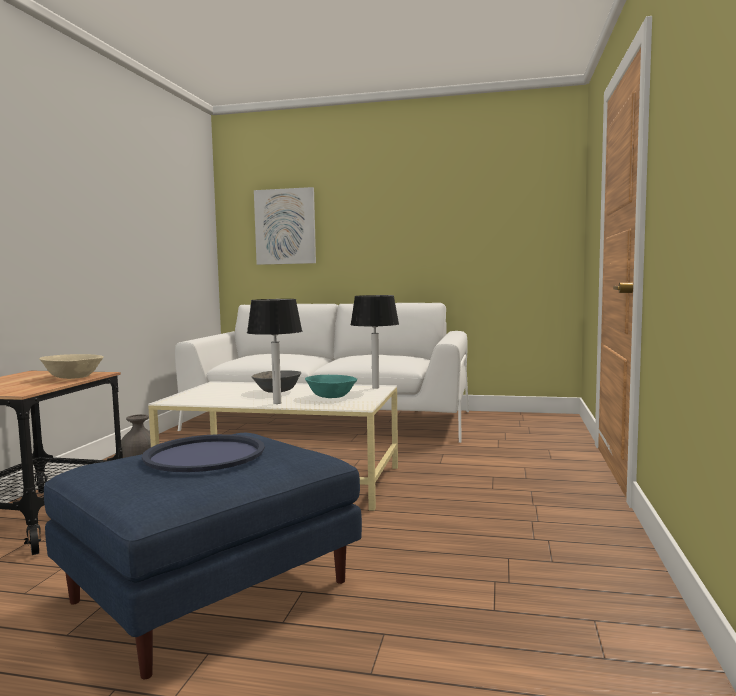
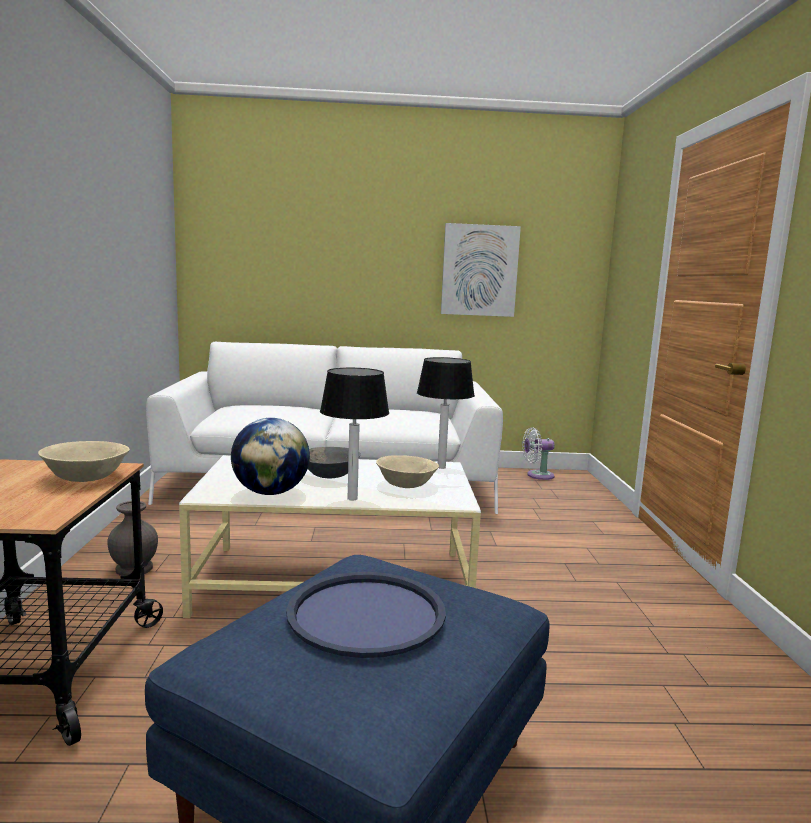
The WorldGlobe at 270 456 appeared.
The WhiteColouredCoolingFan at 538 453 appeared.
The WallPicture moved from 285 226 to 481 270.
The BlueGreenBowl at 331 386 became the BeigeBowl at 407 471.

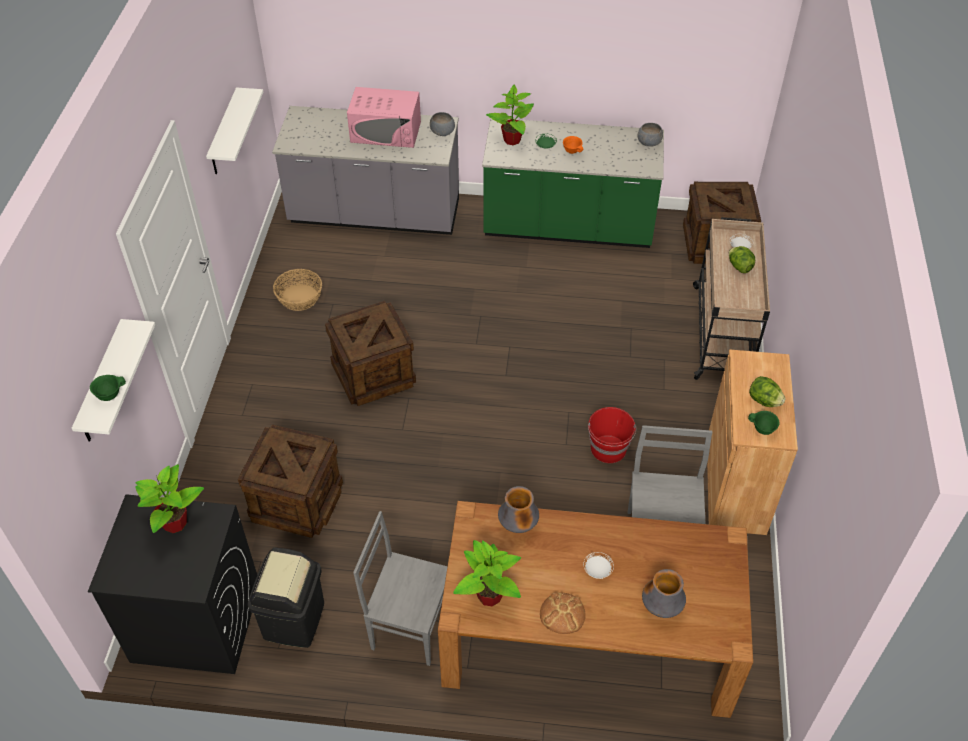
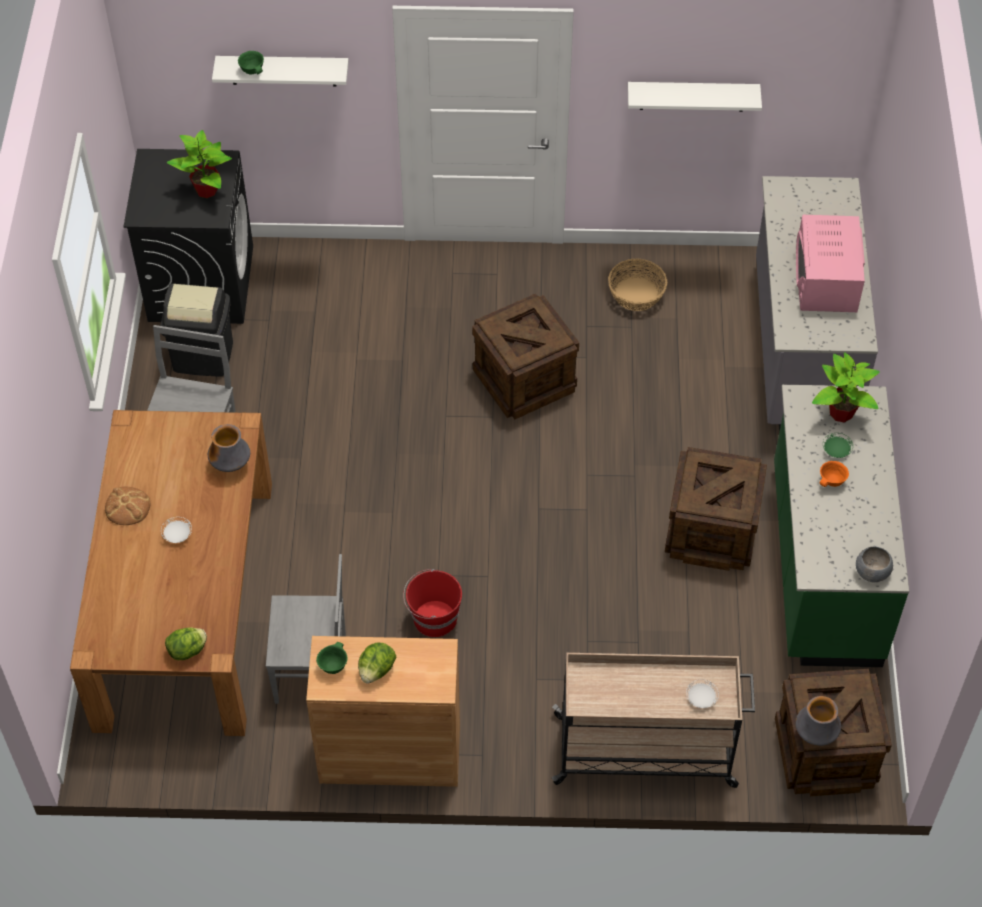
The GrayBowl at 442 124 disappeared.
The Houseplant at 487 573 disappeared.
The PackingCrate moved from 290 481 to 716 509.
The DecorativeVase moved from 664 593 to 818 721.
The HeadOfLettuce moved from 742 259 to 186 644.

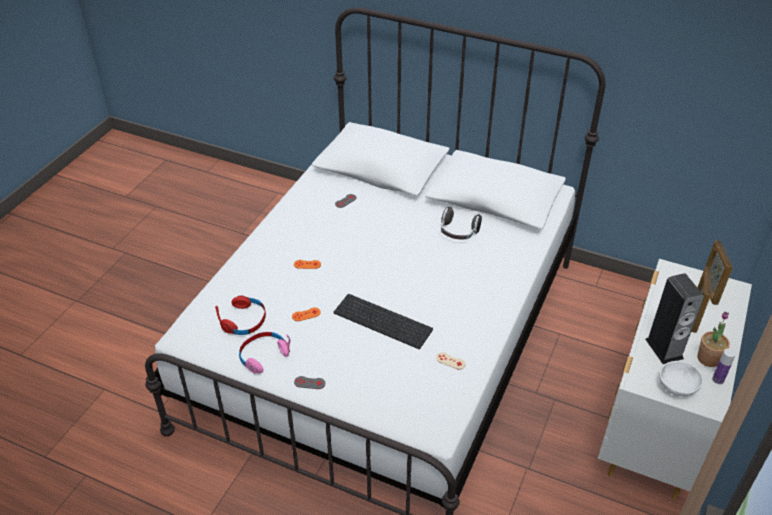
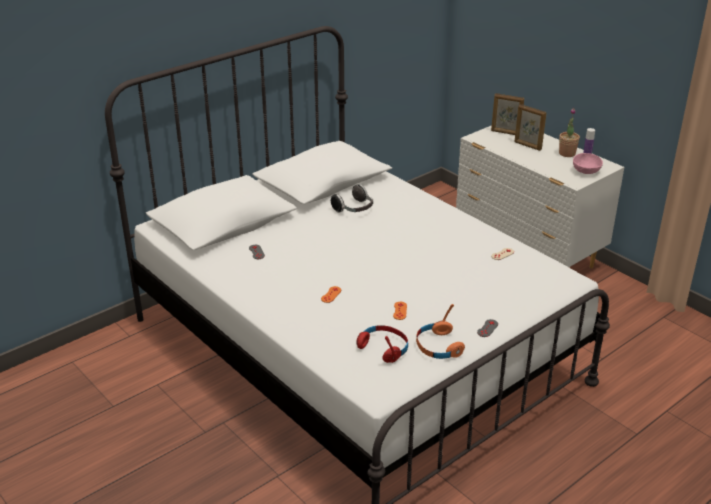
The ComputerKeyboard at 383 321 disappeared.
The AudioSpeaker at 674 318 disappeared.
The PinkColouredHeadset at 264 353 became the OrangeHeadset at 440 331.
The WhiteColouredBowl at 681 378 became the PinkColouredBowl at 588 163.

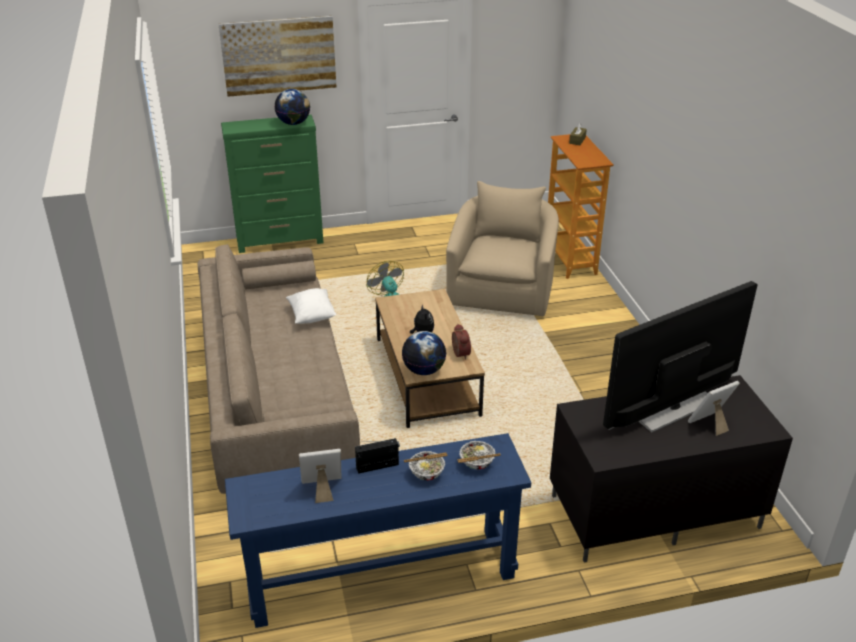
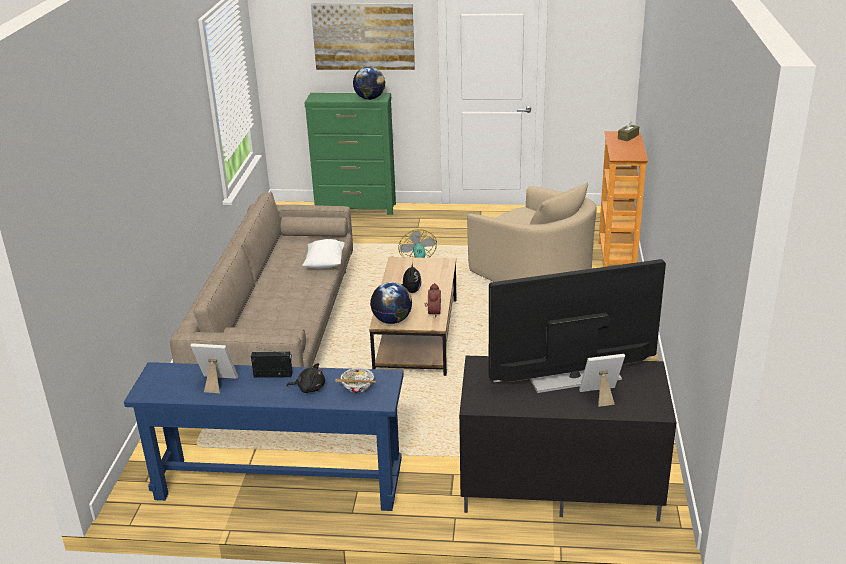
The Bowl at 425 466 was replaced by the BlackPlushToy at 305 378.
The BeigeArmchair at 502 248 turned 105 degrees clockwise.

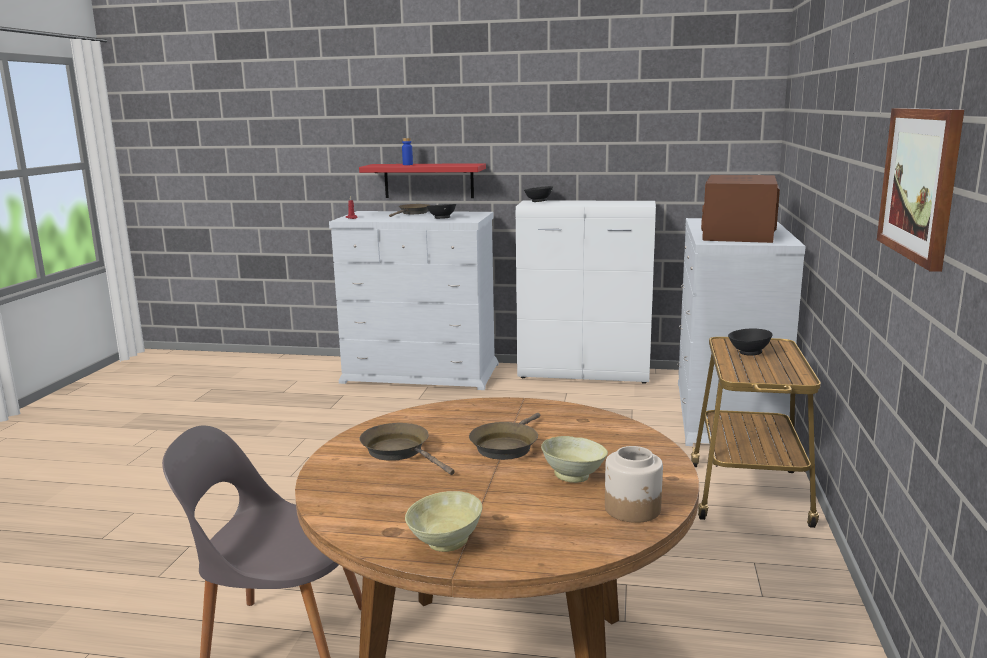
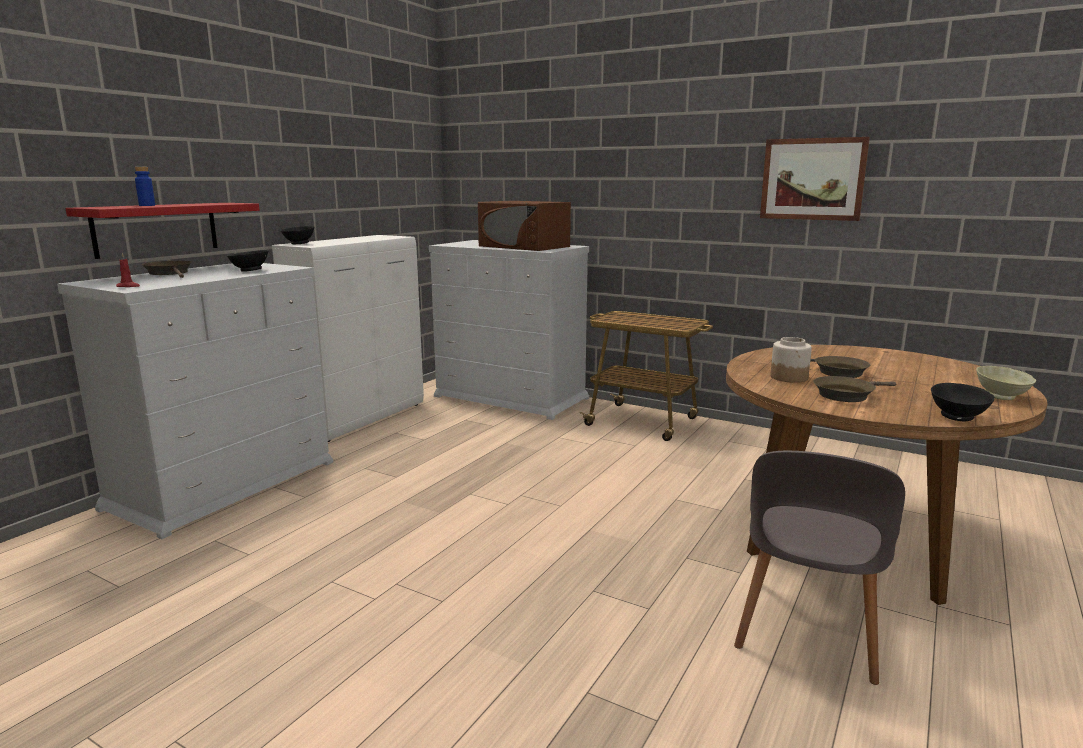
The BeigeBowl at 574 459 disappeared.
The PreserveJar moved from 634 484 to 791 360.
The BlackBowl moved from 750 342 to 963 402.

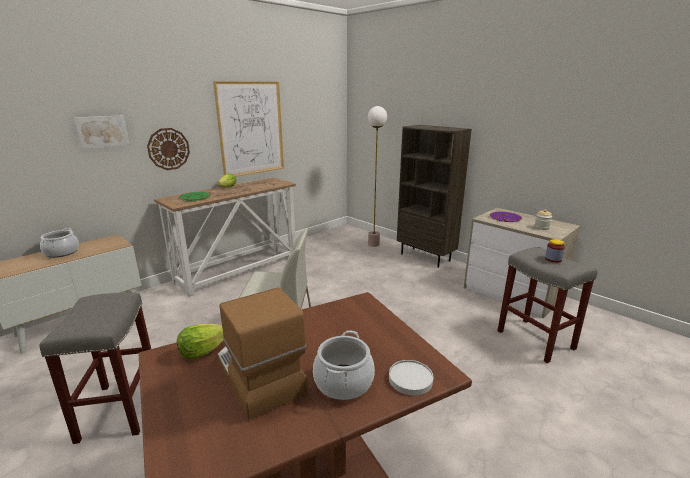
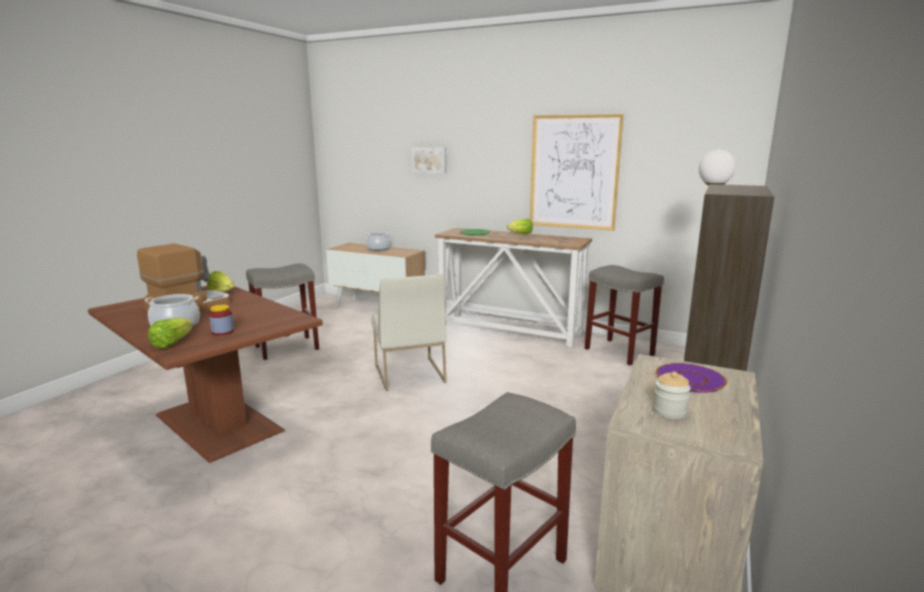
The ClockOnTheWall at 168 149 disappeared.
The GrayStool at 624 315 appeared.
The PreserveJar moved from 555 251 to 221 320.
The WhiteColouredPlate at 411 377 was replaced by the HeadOfLettuce at 170 333.

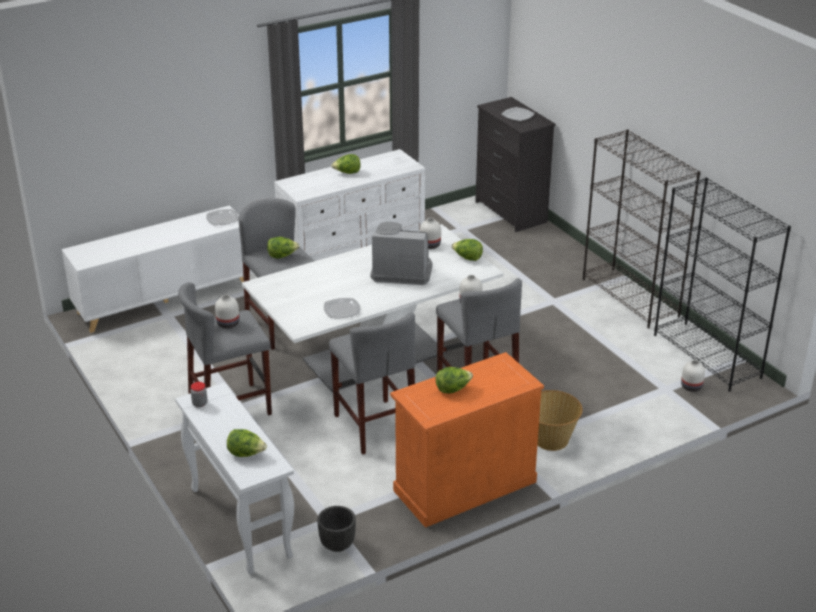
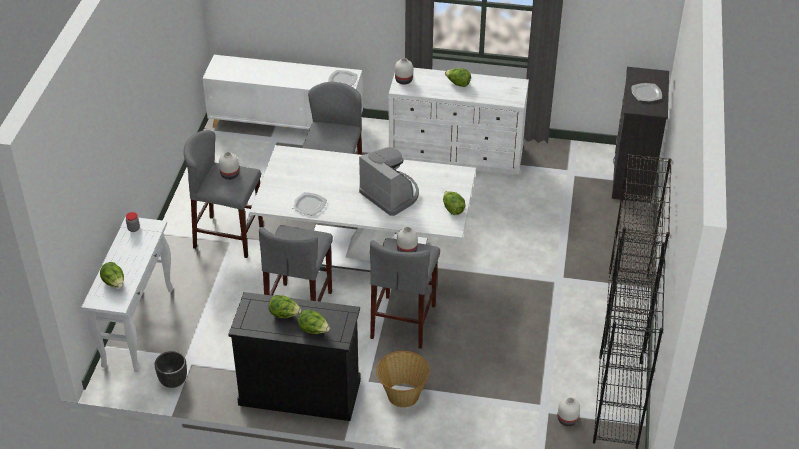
The HeadOfLettuce moved from 283 247 to 314 321.
The WhiteColouredDecorativeVase moved from 430 233 to 404 71.
The OrangeCabinet at 467 440 became the BlackCabinet at 294 356.

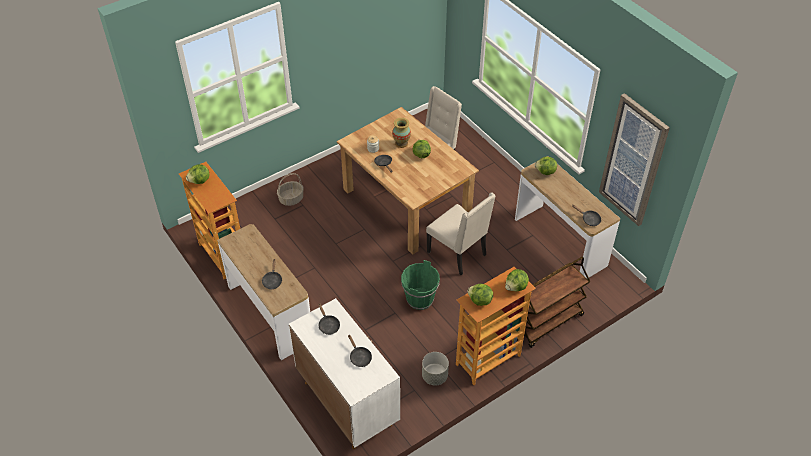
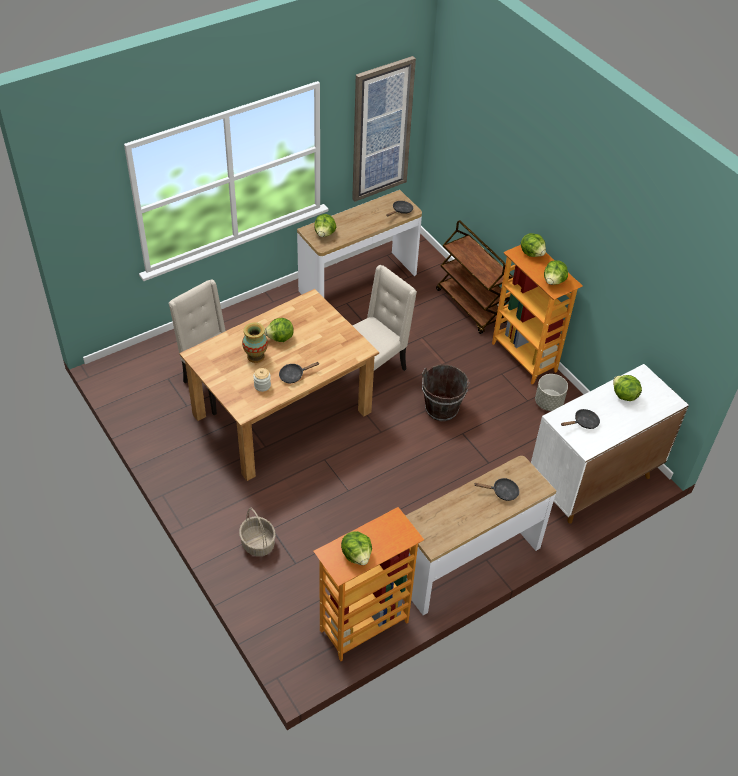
The BlackSkillet at 360 351 was replaced by the HeadOfLettuce at 627 388.
The GreenWaterBucket at 420 285 became the BrownishWaterBucket at 446 393.

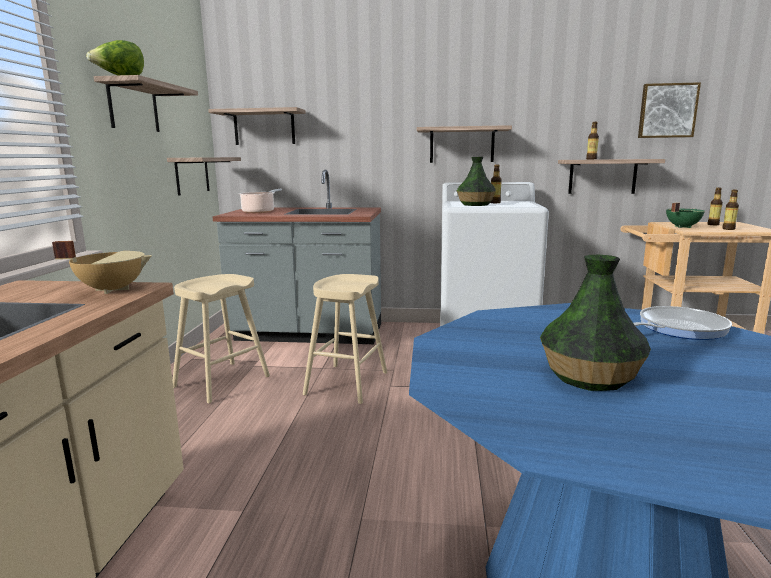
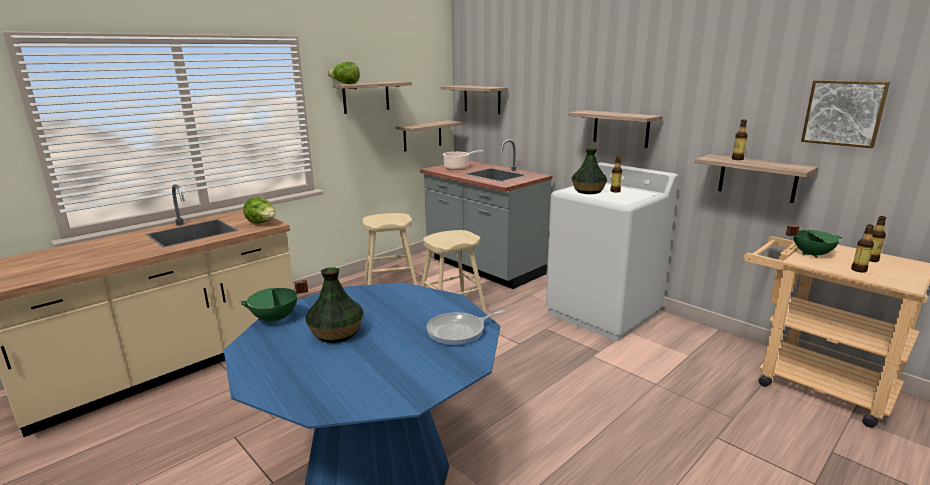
The GreenCookingPot at 273 302 appeared.
The BeigeCookingPot at 102 267 was replaced by the HeadOfLettuce at 259 211.
The Skillet at 683 323 turned 135 degrees clockwise.

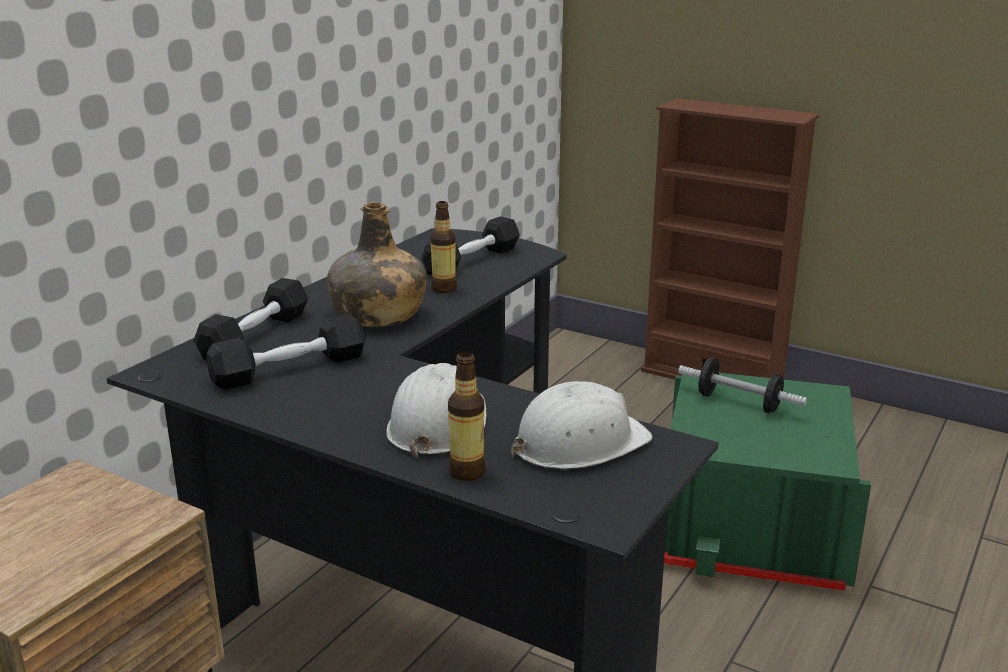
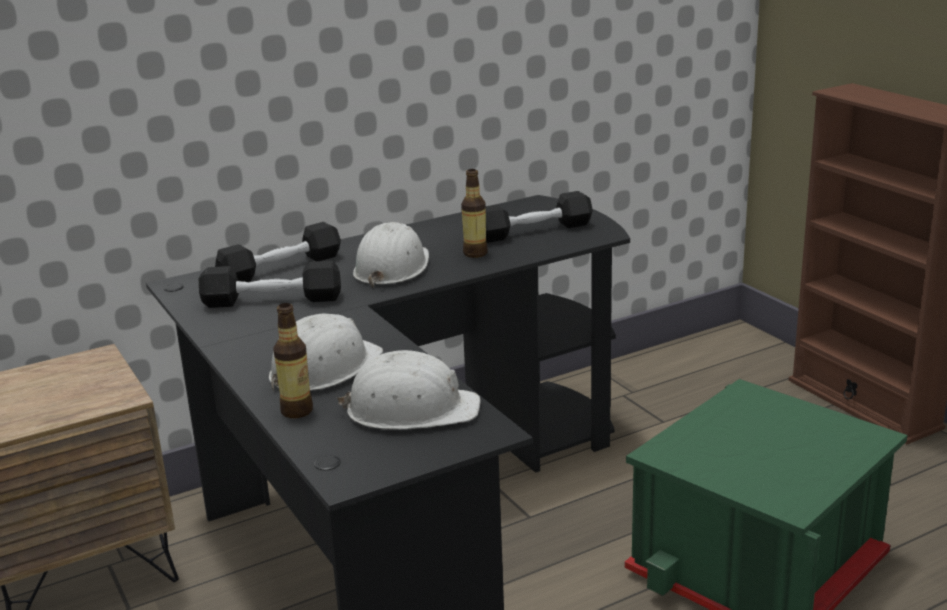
The HandWeight at 742 386 disappeared.
The GreenBottle at 376 264 was replaced by the WhiteColouredSafetyHelmet at 391 255.

